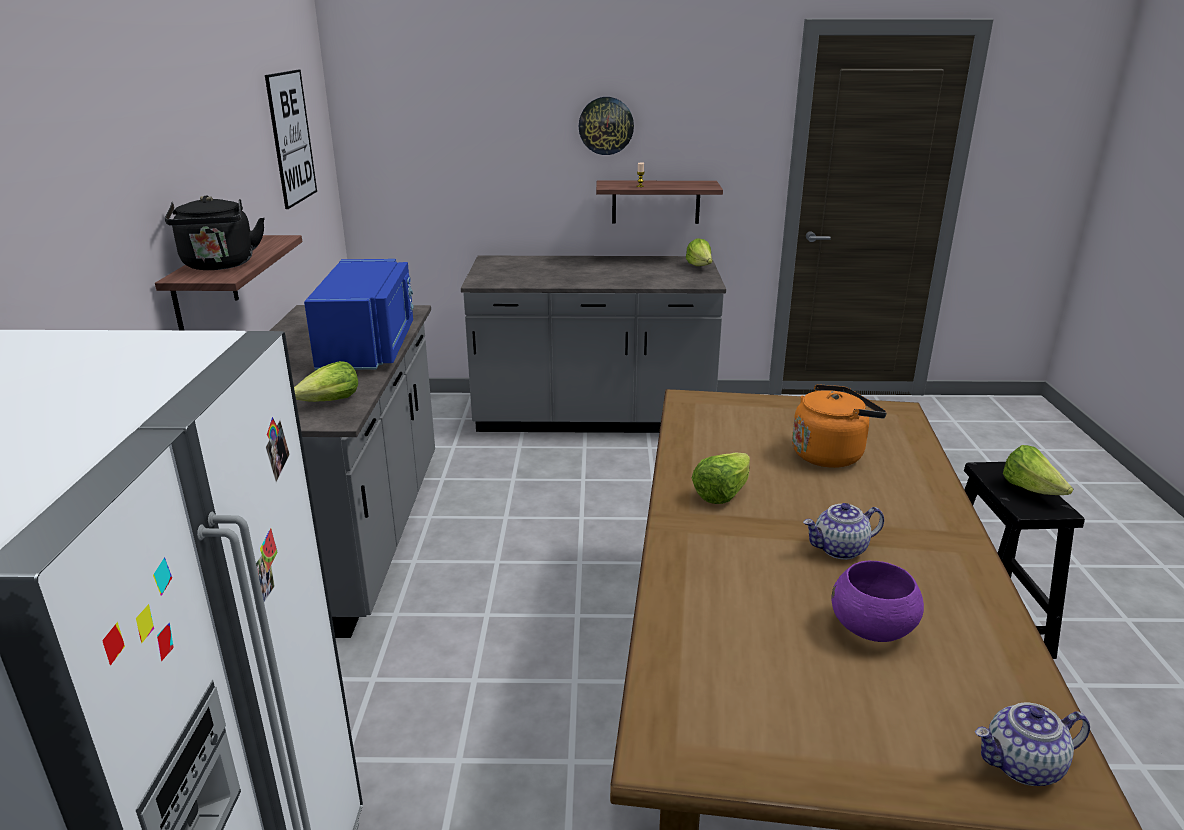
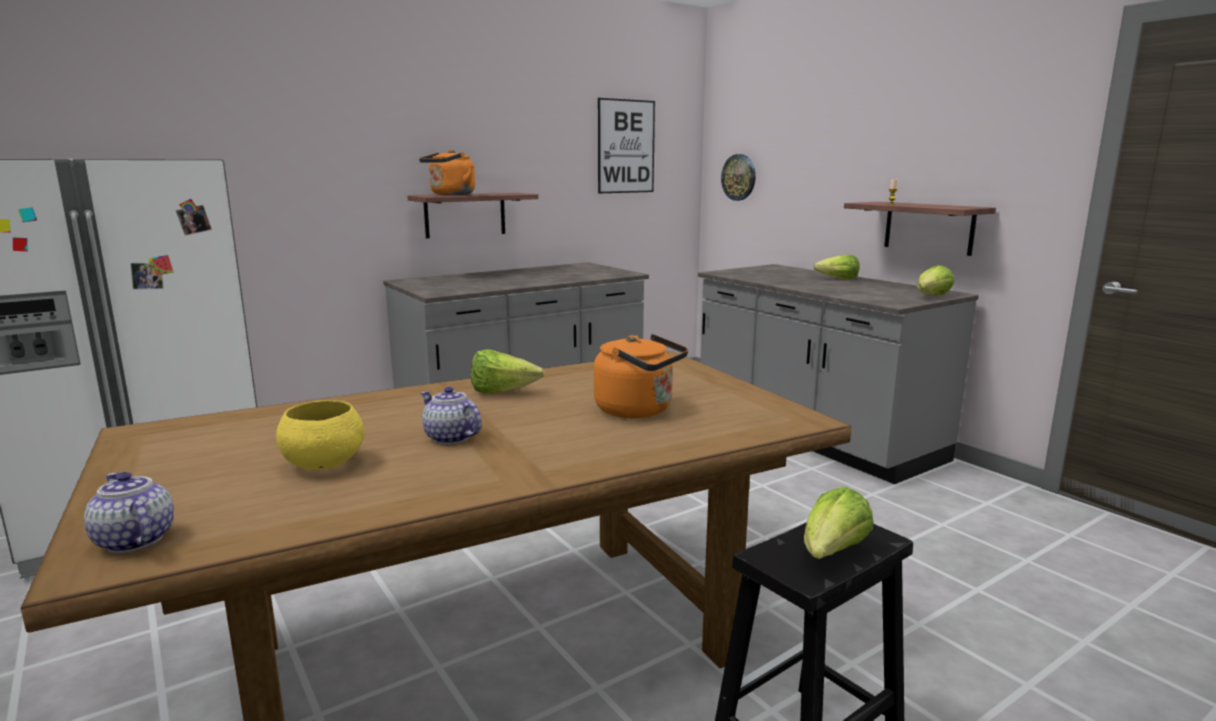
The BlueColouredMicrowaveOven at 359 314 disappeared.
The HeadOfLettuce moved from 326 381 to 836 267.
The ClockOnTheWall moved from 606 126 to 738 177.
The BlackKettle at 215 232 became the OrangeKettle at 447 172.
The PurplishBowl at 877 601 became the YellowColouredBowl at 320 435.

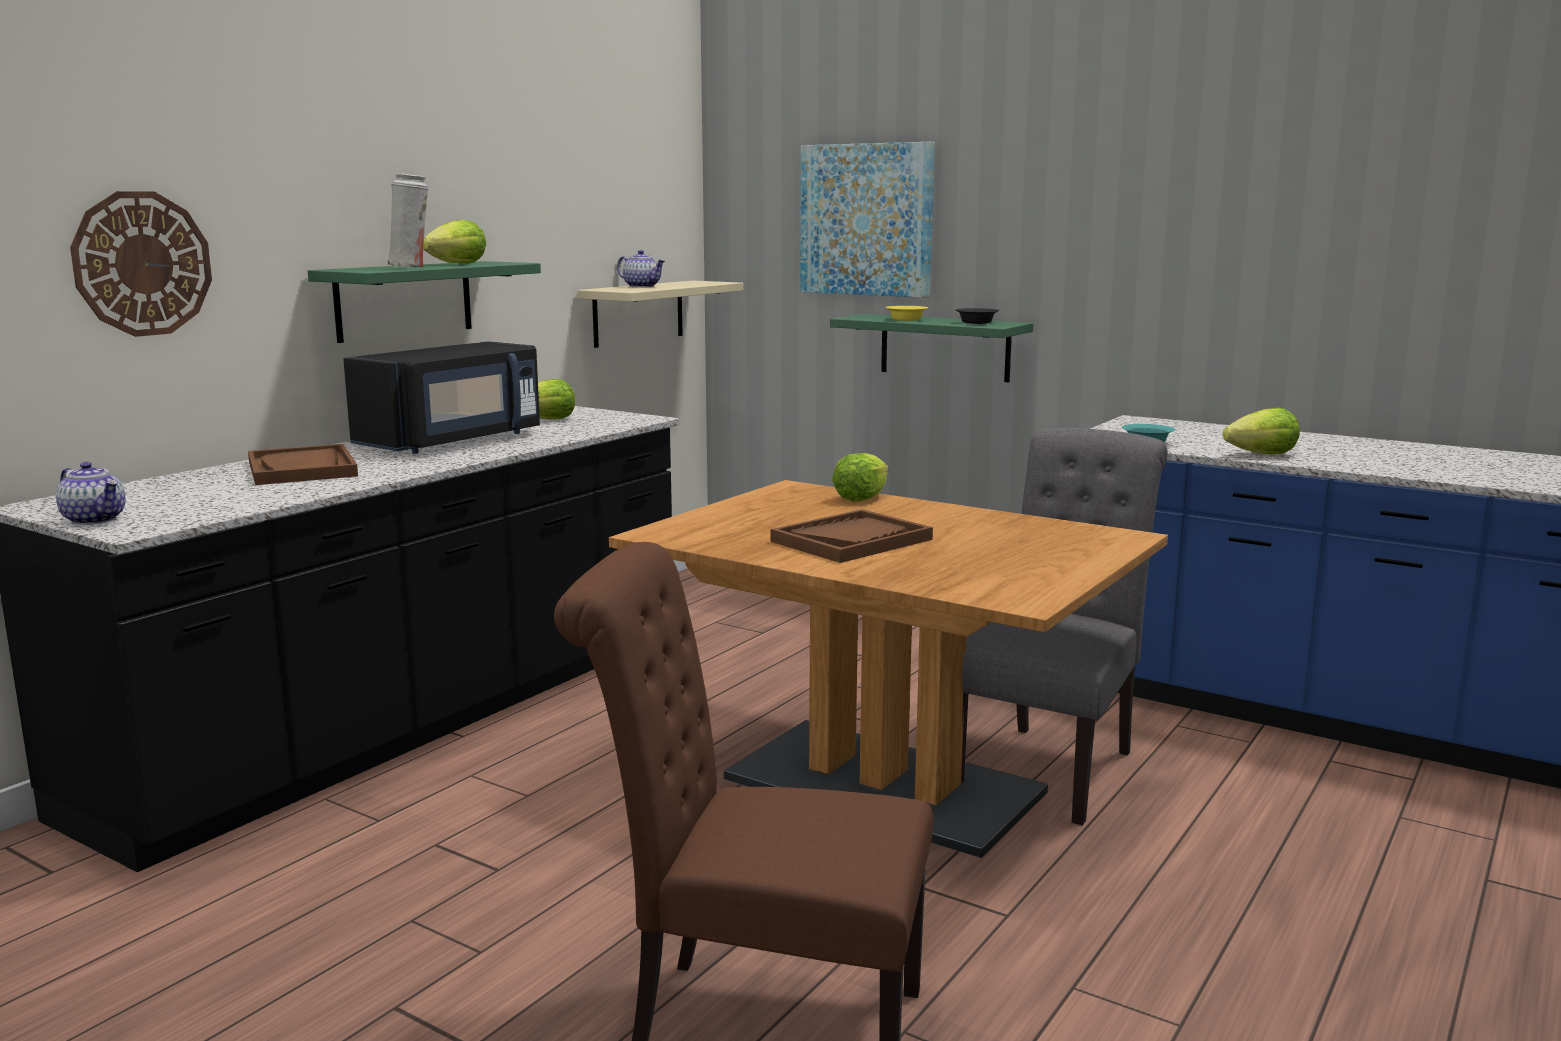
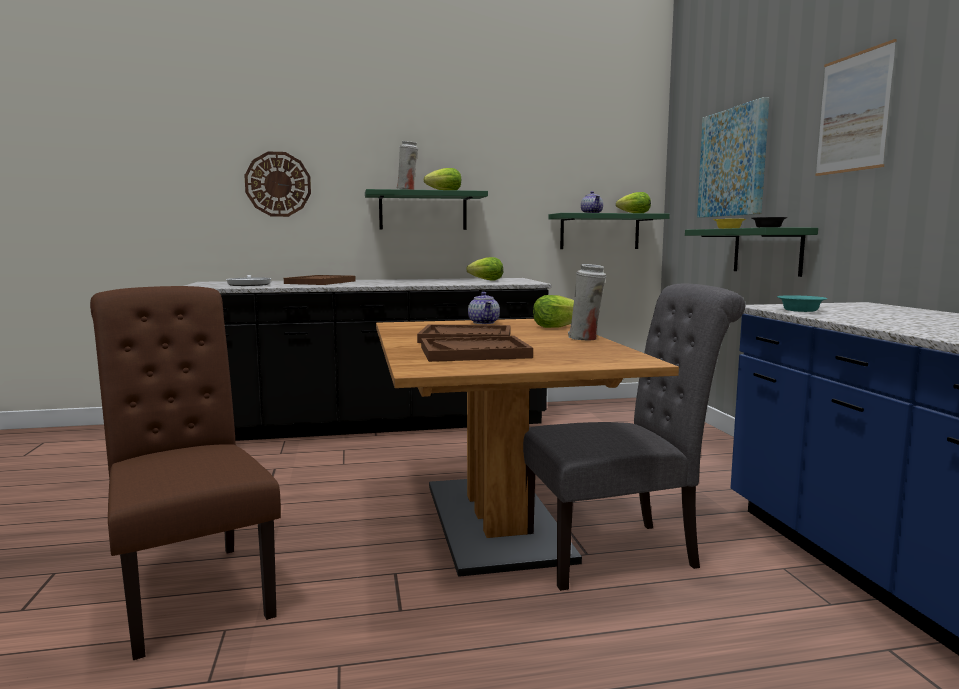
The BlackMicrowaveOven at 441 397 disappeared.
The Skillet at 248 280 appeared.
The BrownishTray at 477 349 appeared.
The WhiteColouredDecorativeVase at 587 302 appeared.
The WallPicture at 856 107 appeared.
The PotForTea moved from 90 493 to 484 308.
The HeadOfLettuce moved from 1261 431 to 633 202.
The BeigeBracketShelf at 660 314 became the GreenBracketShelf at 609 231.

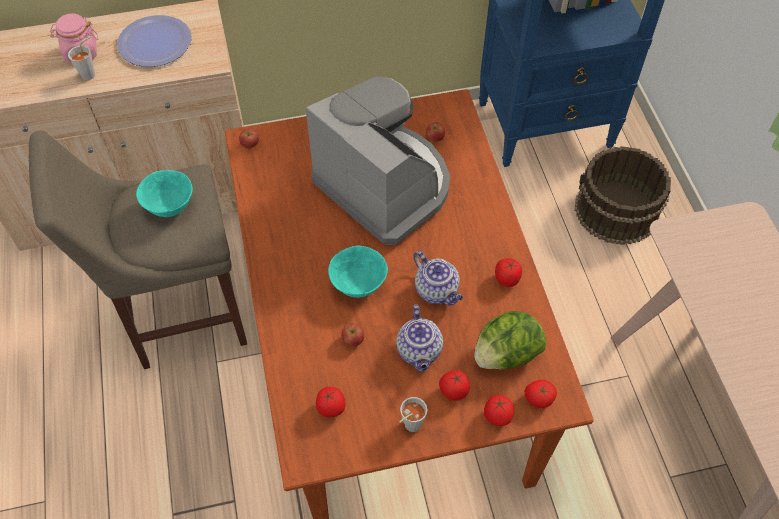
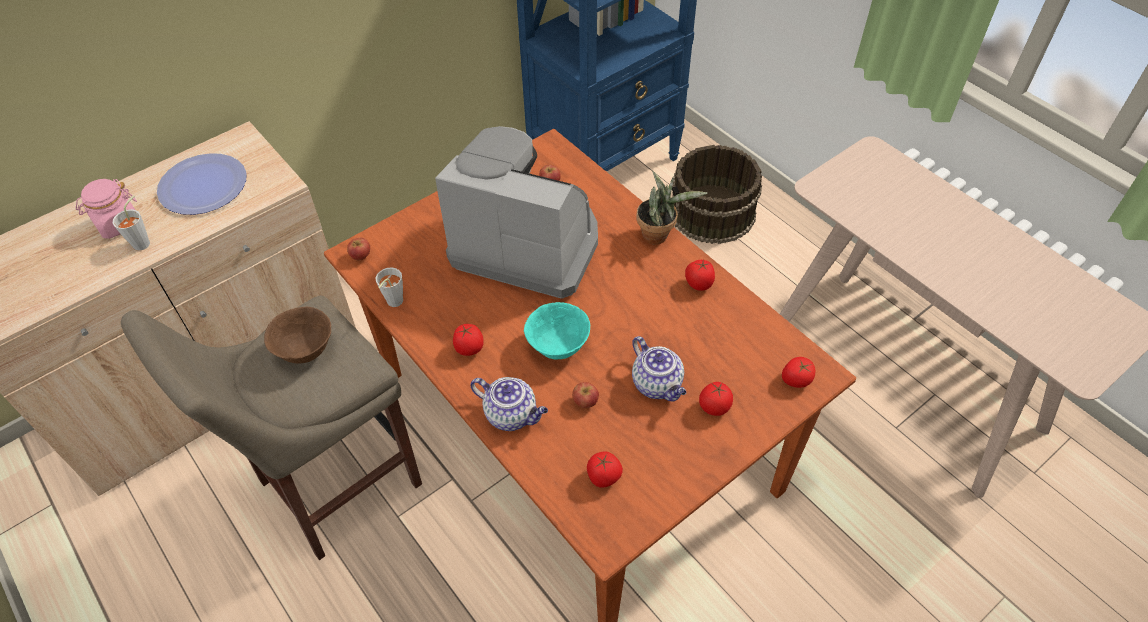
The HeadOfLettuce at 510 340 disappeared.
The Houseplant at 671 208 appeared.
The GrayDrinkingCup moved from 413 414 to 389 287.
The PotForTea moved from 438 278 to 509 404.
The WholeTomato moved from 499 410 to 468 340.
The BlueGreenBowl at 164 193 became the BrownishBowl at 297 335.

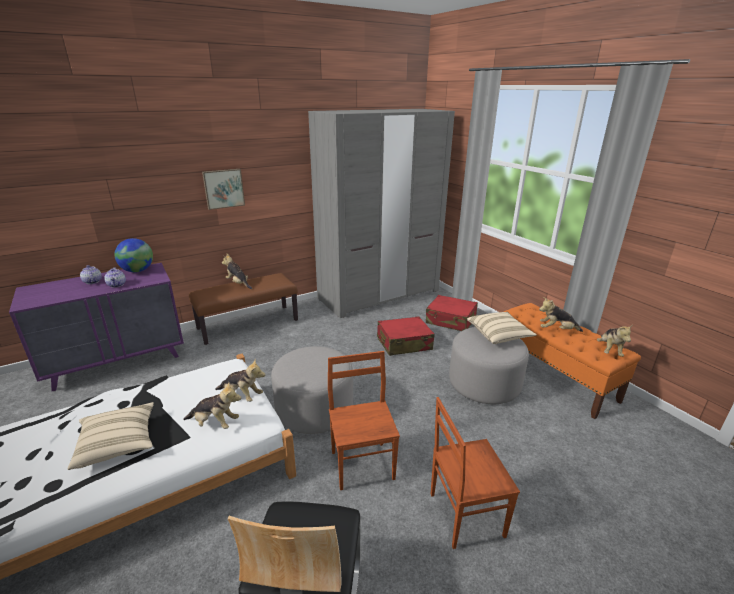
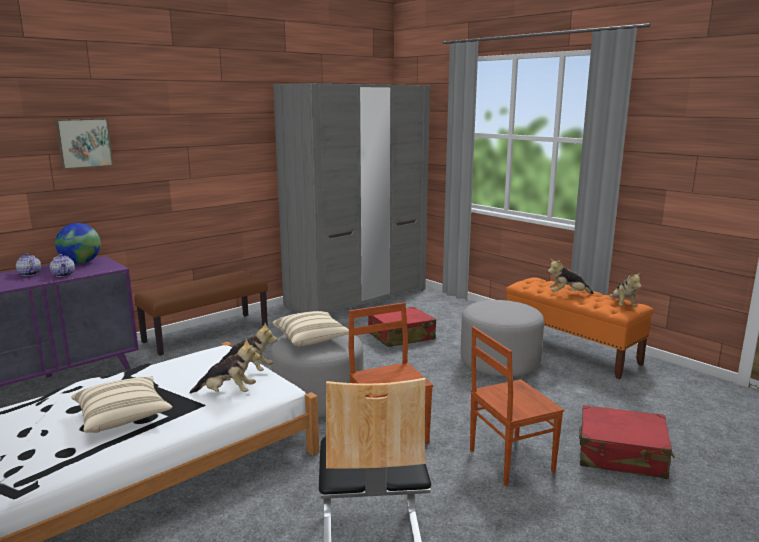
The PlushToy at 237 271 disappeared.
The WallPicture moved from 223 189 to 84 143.
The RedColouredSuitcase moved from 452 313 to 627 442.
The BeigeThrowPillow moved from 502 328 to 310 329.

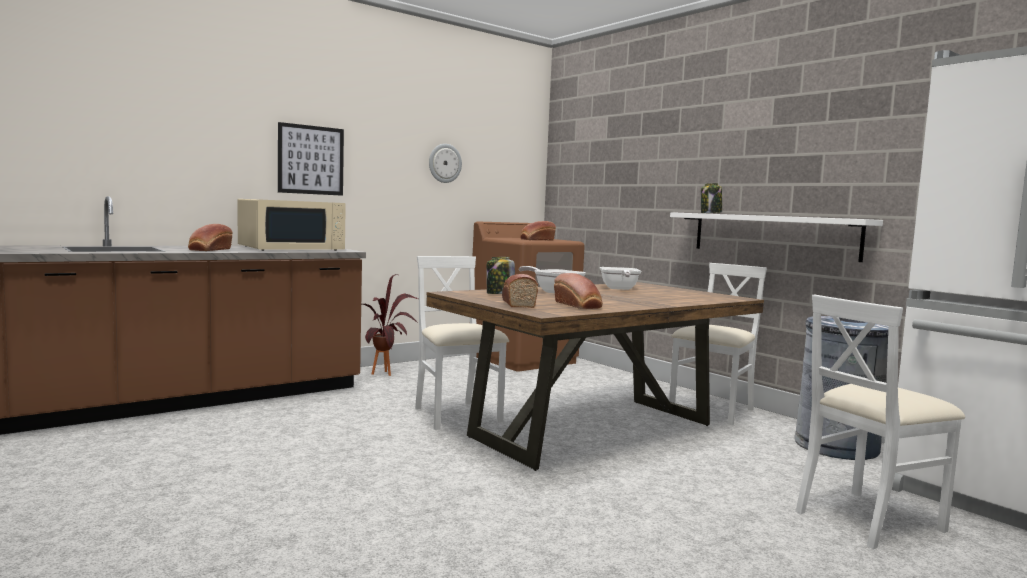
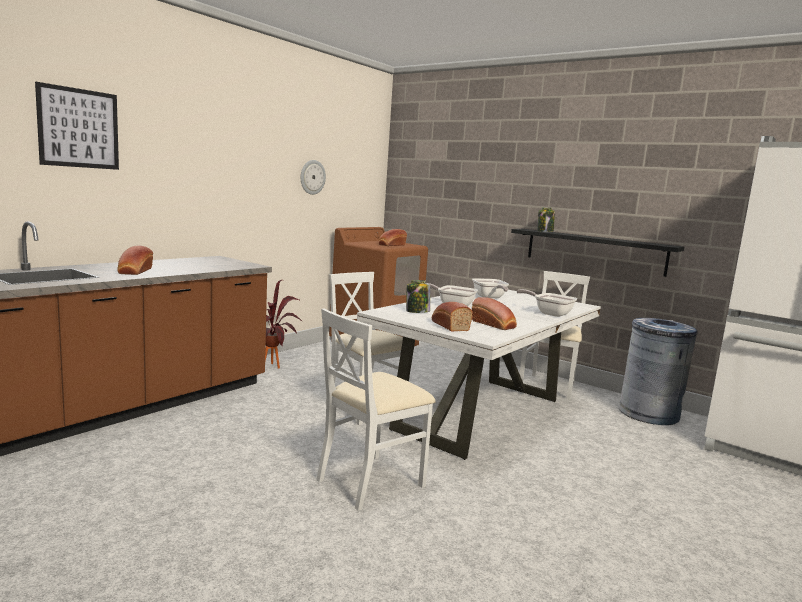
The BeigeMicrowaveOven at 292 225 disappeared.
The Skillet at 547 303 appeared.
The WallPicture moved from 311 159 to 77 126.
The WhiteColouredChair moved from 880 421 to 376 409.
The BrownishKitchenTable at 595 376 became the WhiteColouredKitchenTable at 479 375.
The WhiteColouredBracketShelf at 776 237 became the BlackBracketShelf at 597 253.

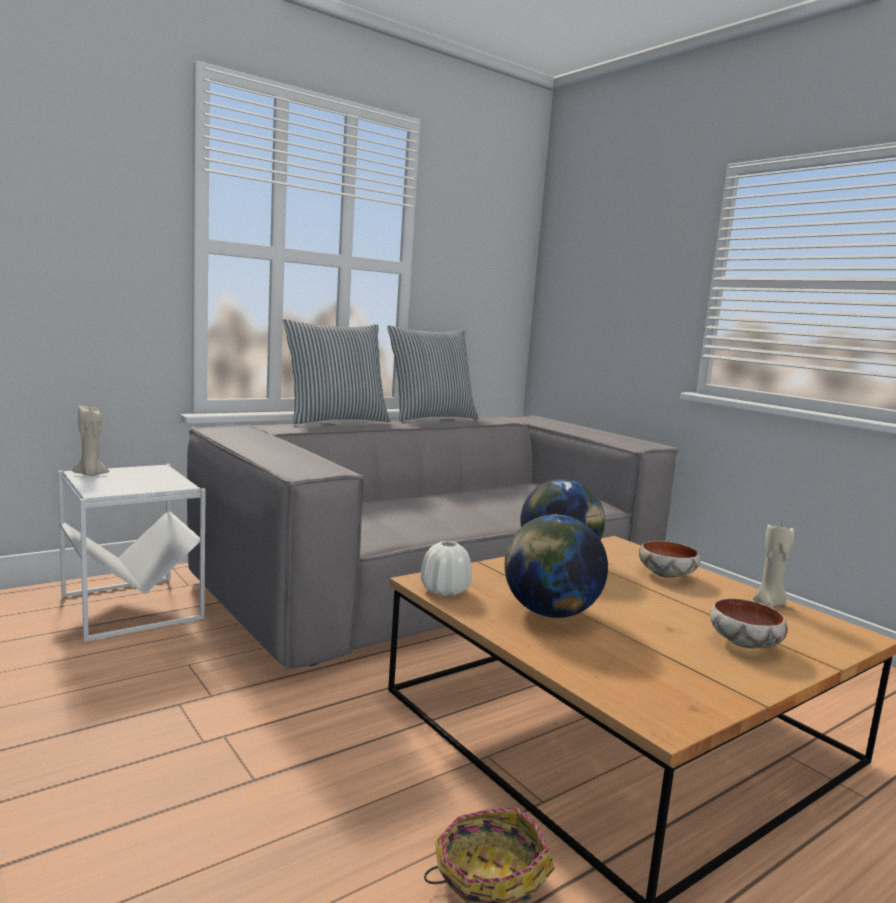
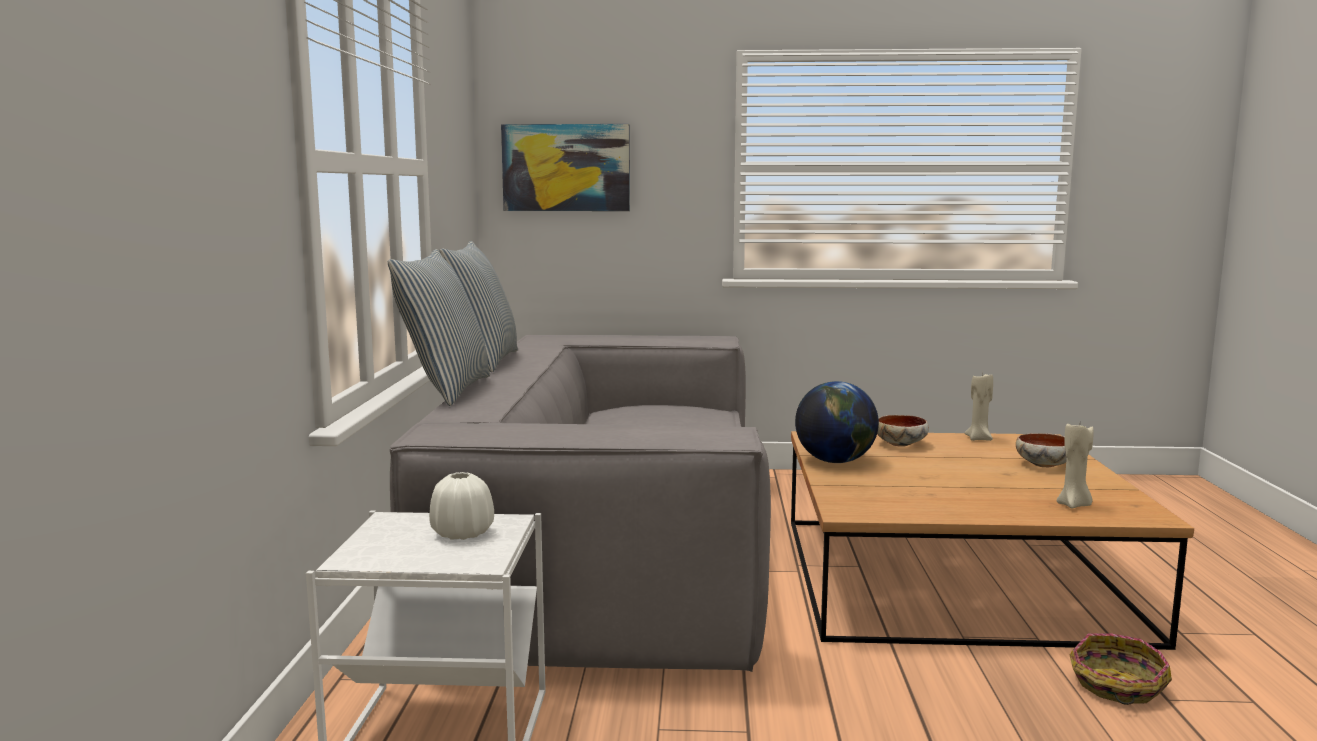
The WorldGlobe at 556 566 disappeared.
The WallPicture at 565 167 appeared.
The BeigeWaxCandle moved from 91 441 to 1075 466.
The WhiteColouredDecorativeVase moved from 446 568 to 461 506.

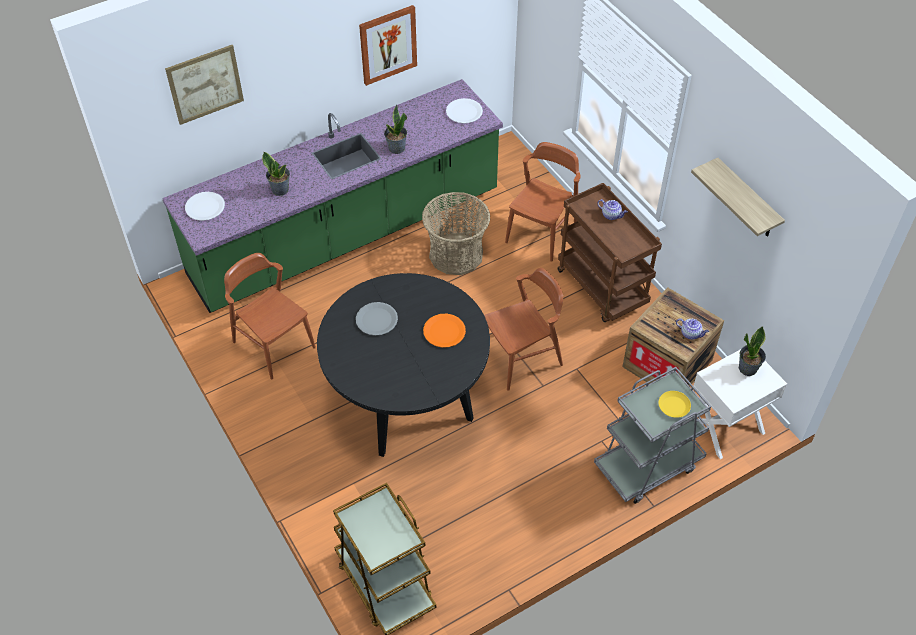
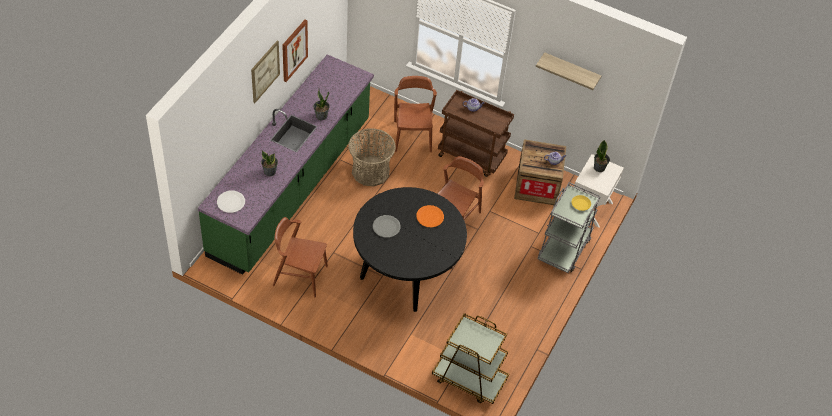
The WhiteColouredPlate at 464 110 disappeared.
The WallPicture moved from 204 85 to 265 72.

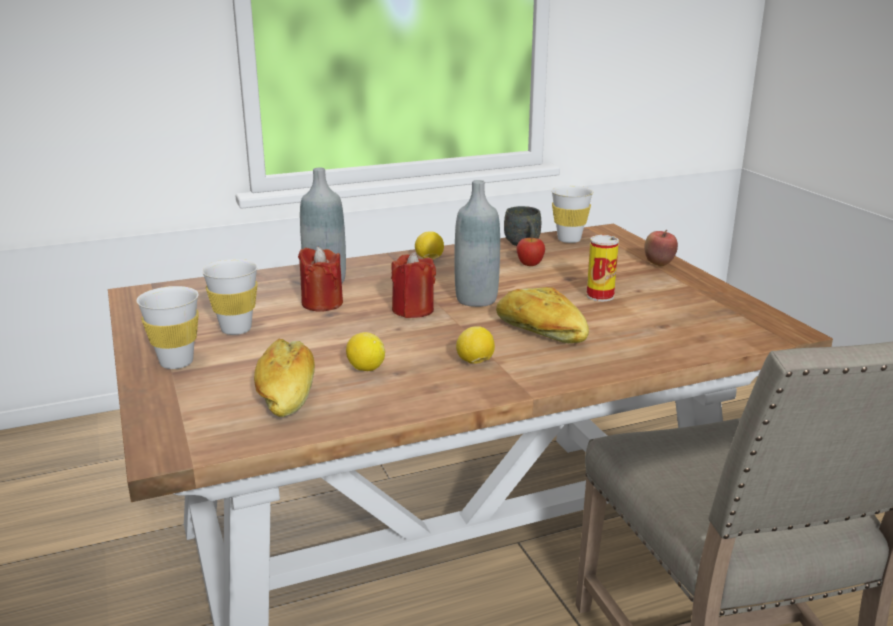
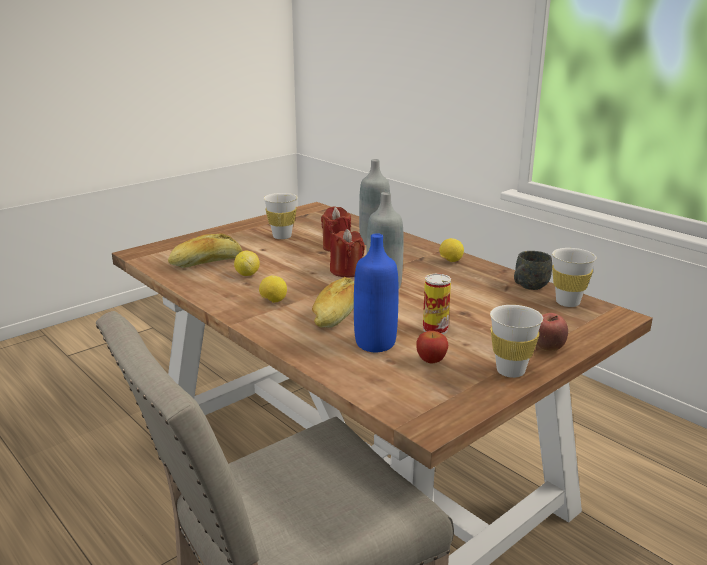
The BlueColouredBottle at 376 292 appeared.
The WhiteColouredDrinkingCup moved from 167 327 to 516 341.
The Apple moved from 531 252 to 432 347.

